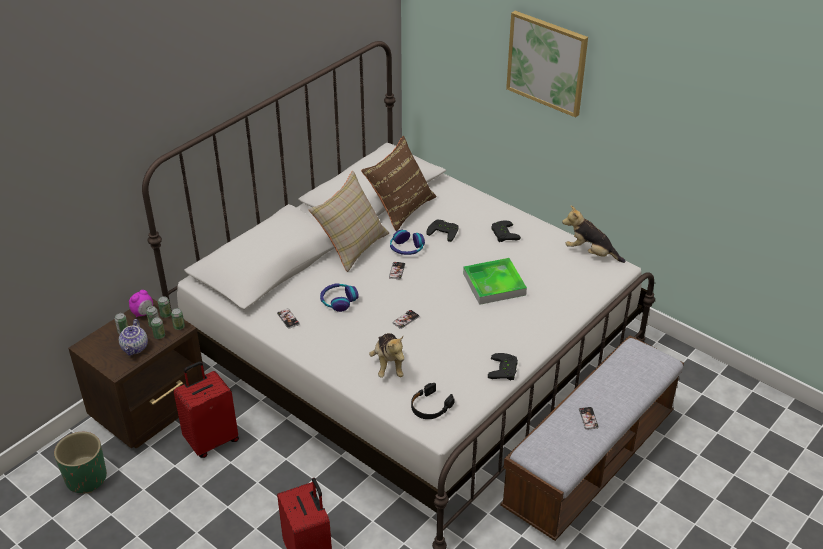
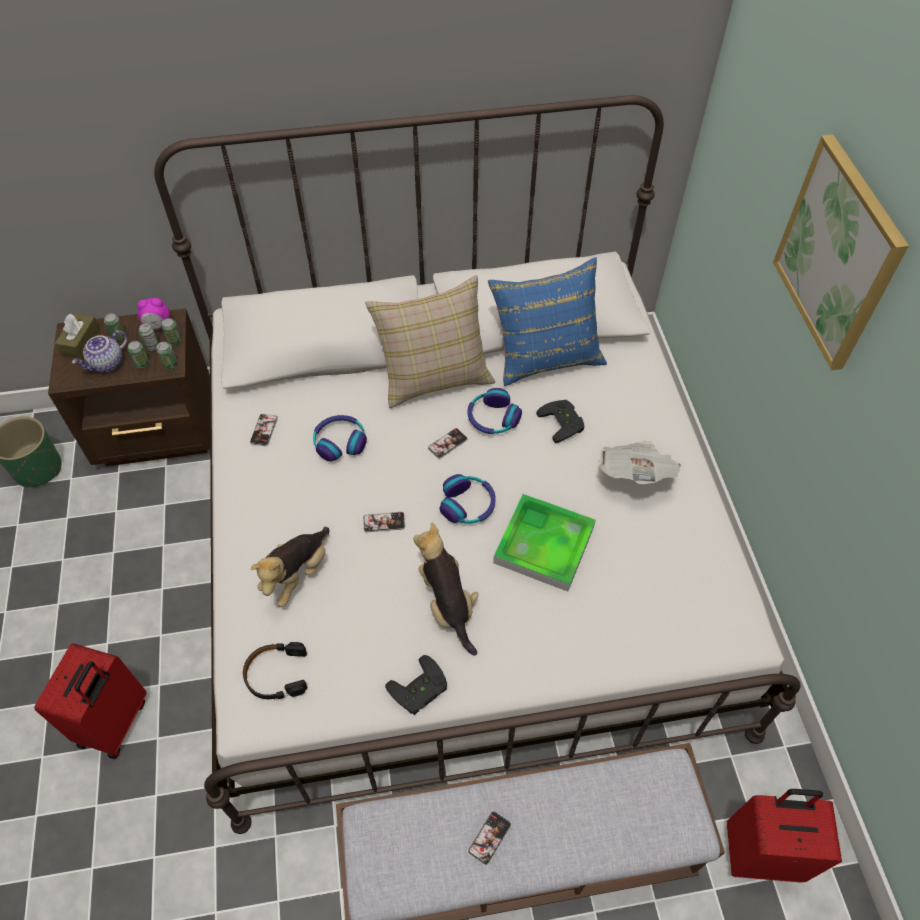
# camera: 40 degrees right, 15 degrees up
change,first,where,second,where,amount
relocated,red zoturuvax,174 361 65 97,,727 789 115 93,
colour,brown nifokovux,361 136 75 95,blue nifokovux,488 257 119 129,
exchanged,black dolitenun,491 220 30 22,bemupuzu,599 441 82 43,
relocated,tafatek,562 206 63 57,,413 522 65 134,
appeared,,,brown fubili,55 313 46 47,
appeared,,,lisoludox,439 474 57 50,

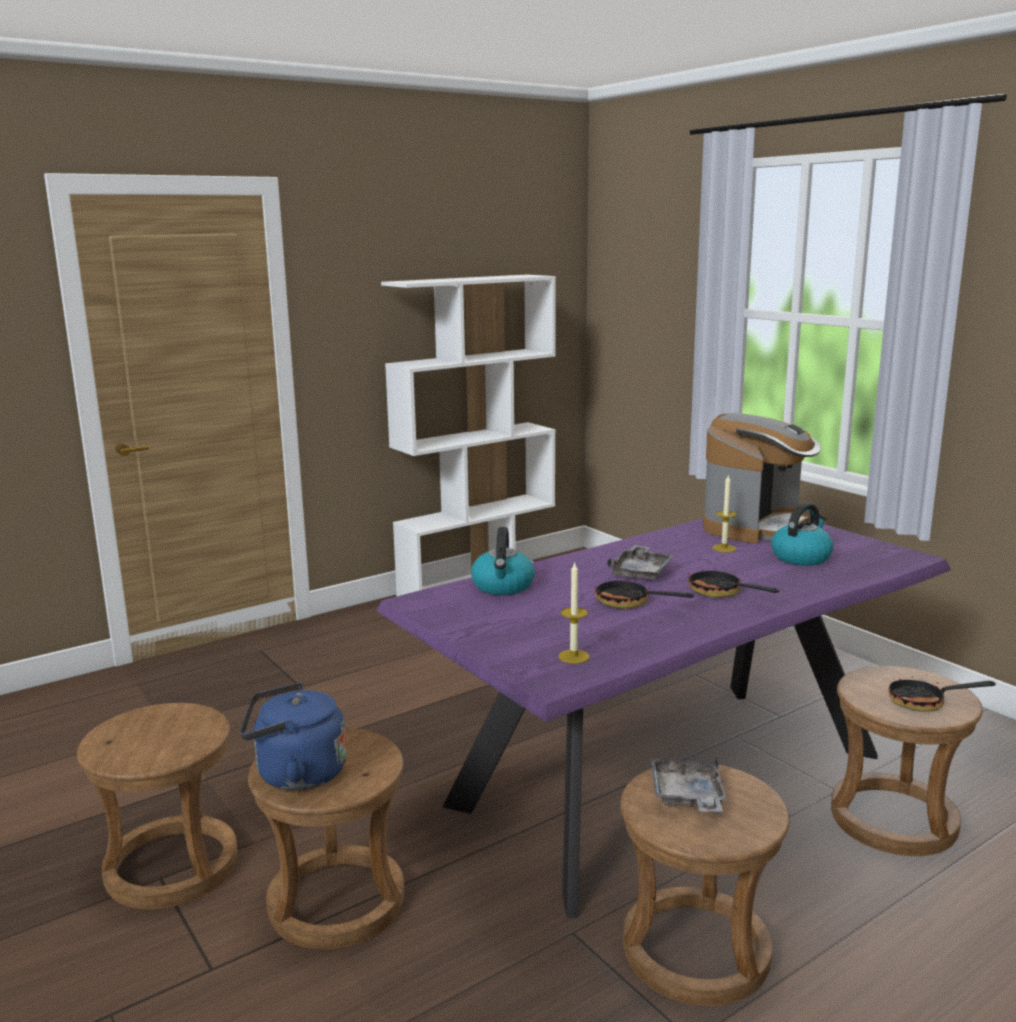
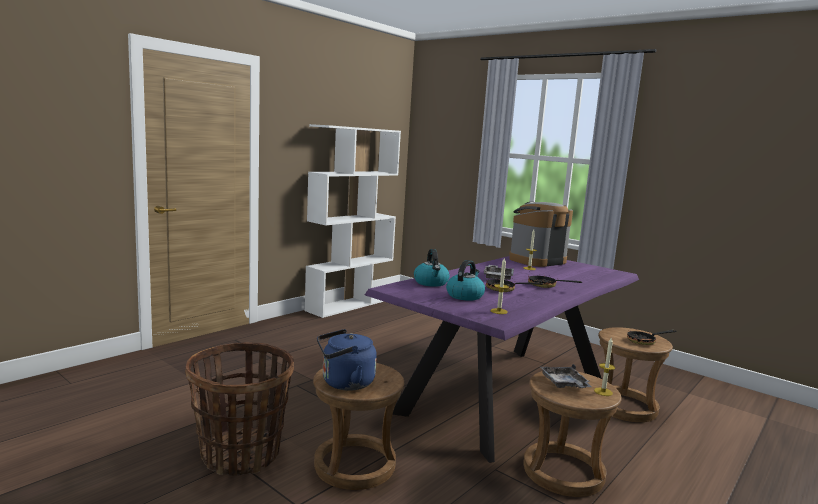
# camera: 15 degrees left, 5 degrees down
change,first,where,second,where,amount
exchanged,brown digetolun,77 703 161 206,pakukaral,185 342 109 134,
spun,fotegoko,703 413 118 131,,509 202 64 65,150 degrees counterclockwise
relocated,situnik,771 503 62 63,,446 260 39 41,
appeared,,,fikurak,594 338 21 58,

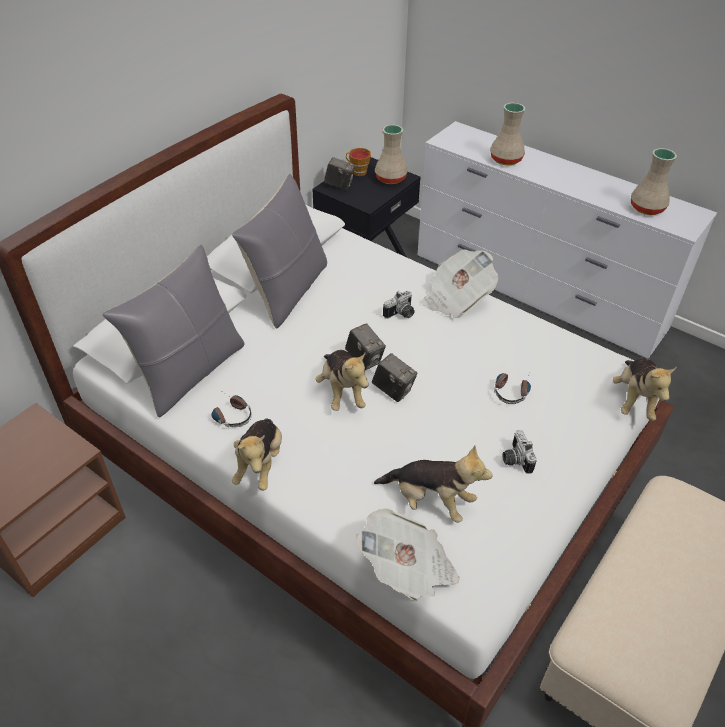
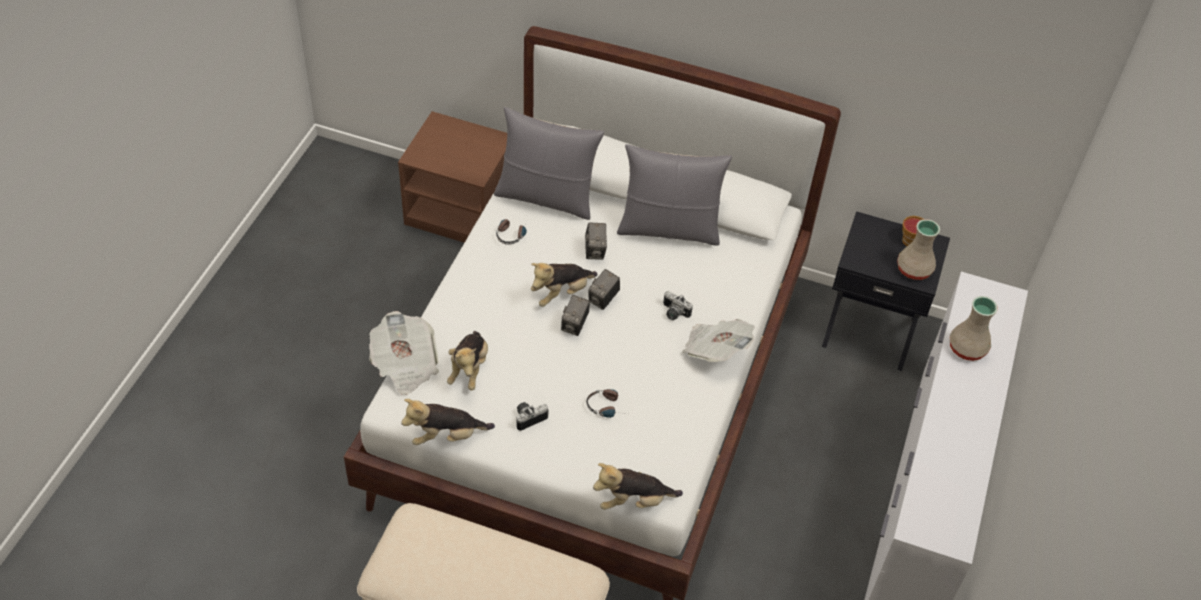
# camera: 70 degrees right, 5 degrees up
change,first,where,second,where,amount
relocated,tafatek,232 418 50 73,,401 399 94 46,
relocated,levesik,324 157 31 33,,585 223 22 37,
missing,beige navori,631 148 46 67,,,

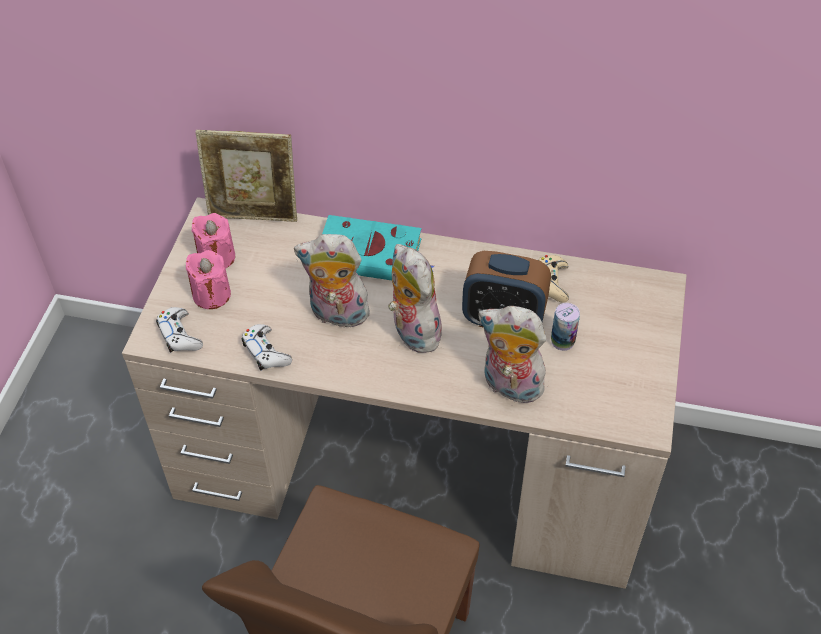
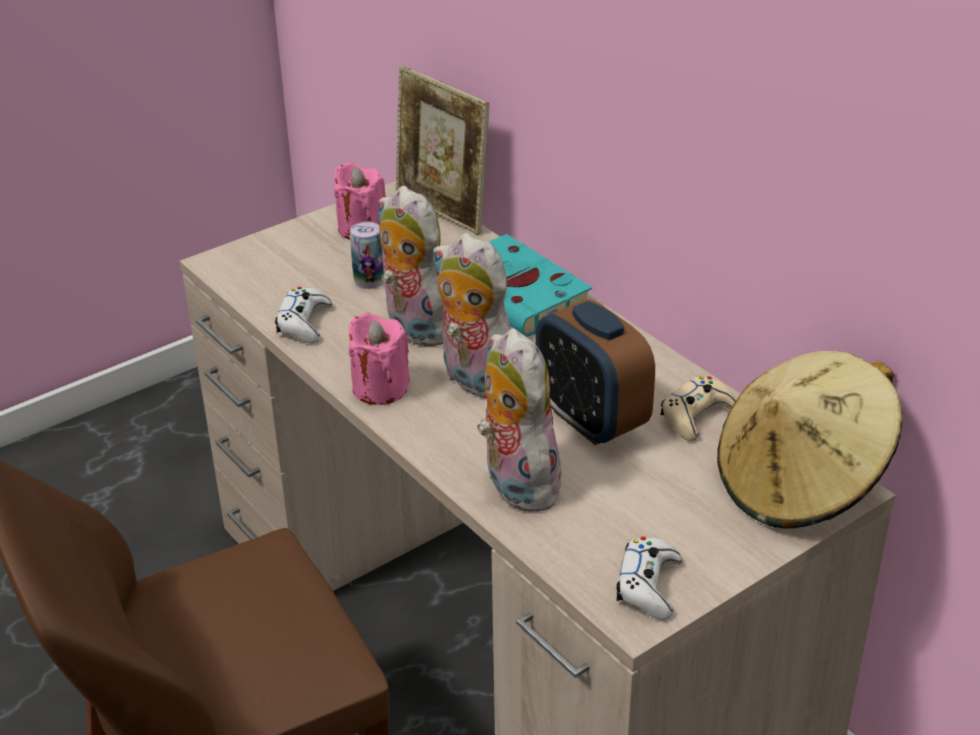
# camera: 40 degrees right, 15 degrees down
change,first,where,second,where,amount
relocated,white dolitenun,156 307 47 46,,617 536 65 84,
relocated,pink fikurak,186 250 45 59,,349 313 61 92,
spun,tafatek,388 244 54 109,,432 233 79 165,60 degrees counterclockwise
relocated,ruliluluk,551 303 29 48,,350 222 34 67,
appeared,,,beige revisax,717 351 186 177,

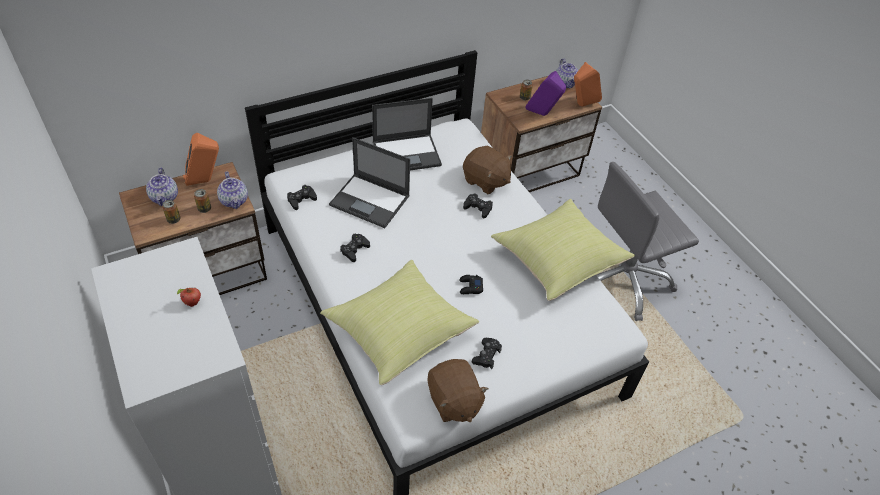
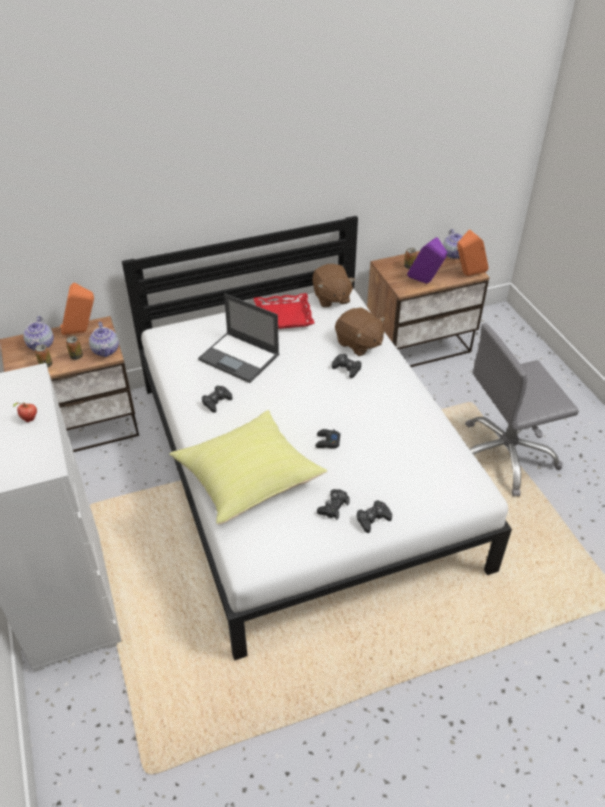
# camera: 10 degrees right, 5 degrees down
change,first,where,second,where,amount
relocated,black dolitenun,287 185 30 25,,357 500 35 33,
exchanged,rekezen,372 98 70 72,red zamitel,254 293 61 36,
relocated,brown tafatek,427 359 62 63,,312 264 43 44,
missing,yellow nifokovux,491 199 144 102,,,

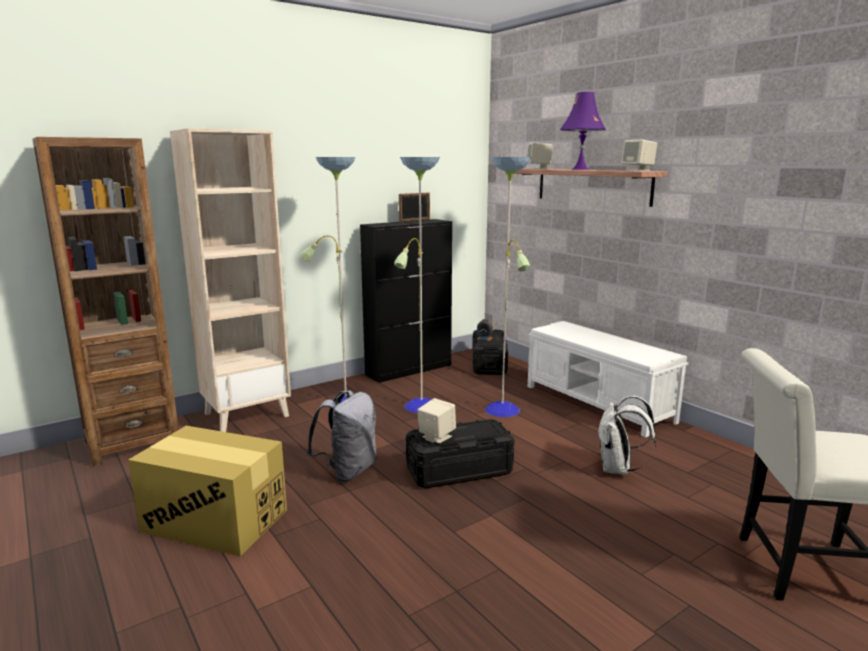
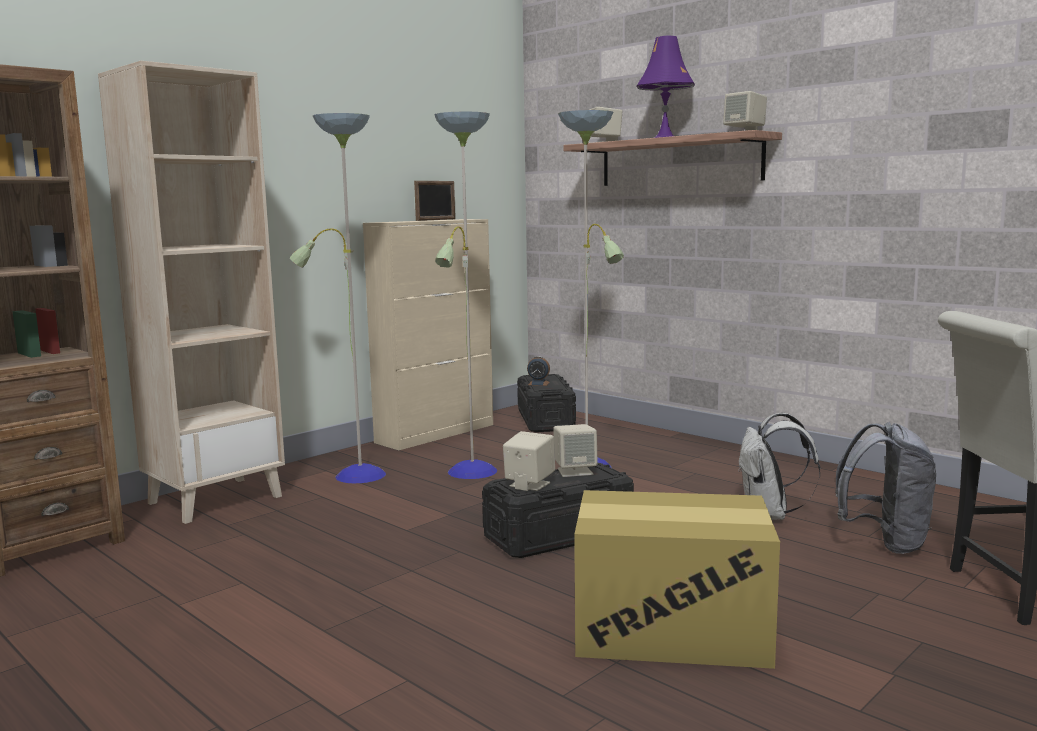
# camera: 10 degrees left, 5 degrees down
change,first,where,second,where,amount
relocated,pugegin,128 426 159 130,,574 490 206 179,
relocated,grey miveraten,306 391 71 91,,835 422 101 132,
colour,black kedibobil,360 219 92 164,beige kedibobil,363 219 130 231,
missing,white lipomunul,528 321 160 117,,,
appeared,,,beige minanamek,553 424 45 53,

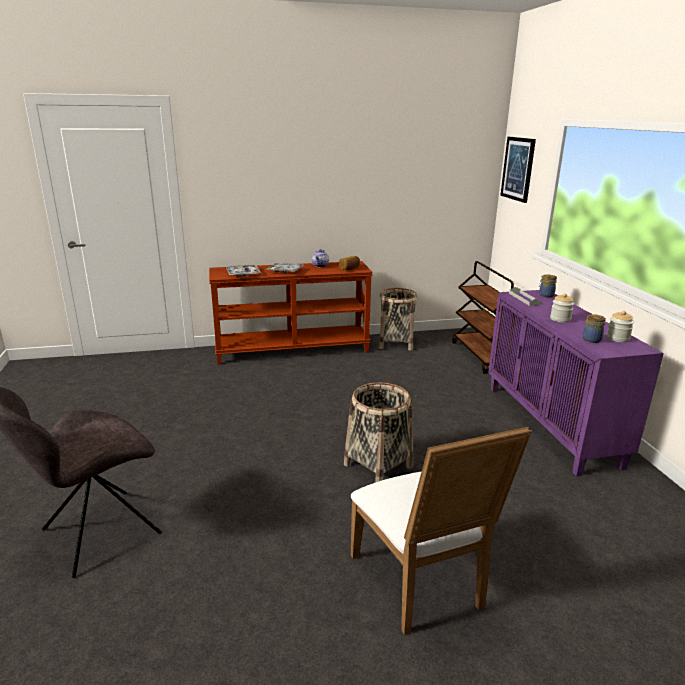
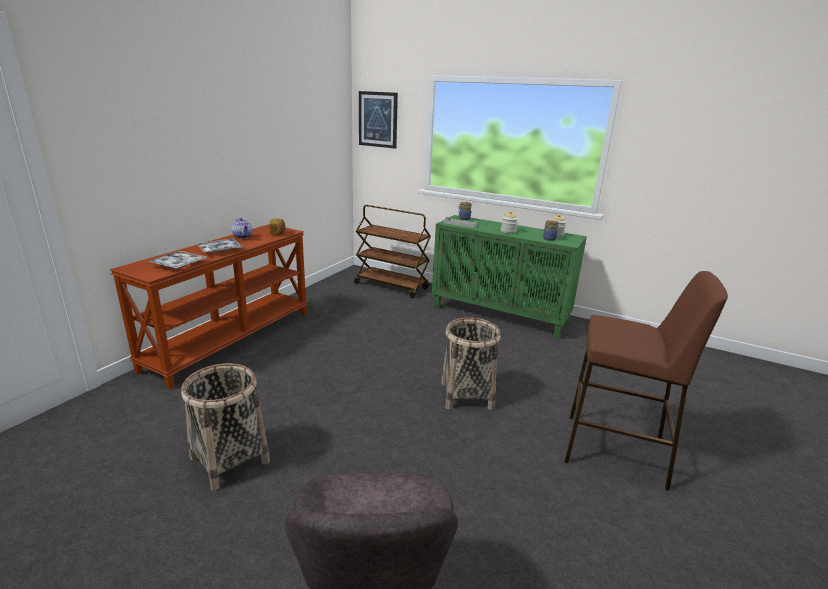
# camera: 50 degrees left, 0 degrees up
change,first,where,second,where,amount
exchanged,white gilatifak,351 427 181 209,brown digetolun,564 271 164 220,
relocated,pakukaral,379 288 39 63,,181 363 89 127,
colour,purple kedibobil,488 290 176 187,green kedibobil,432 215 155 124,

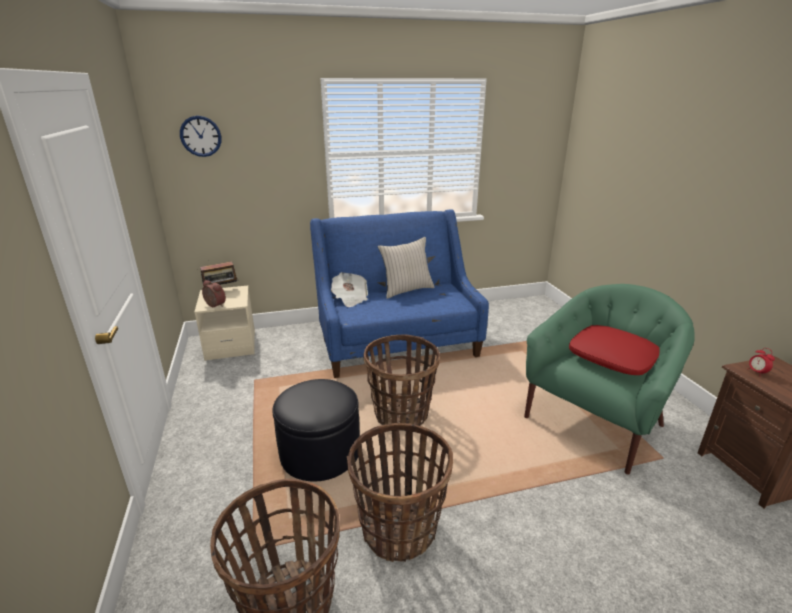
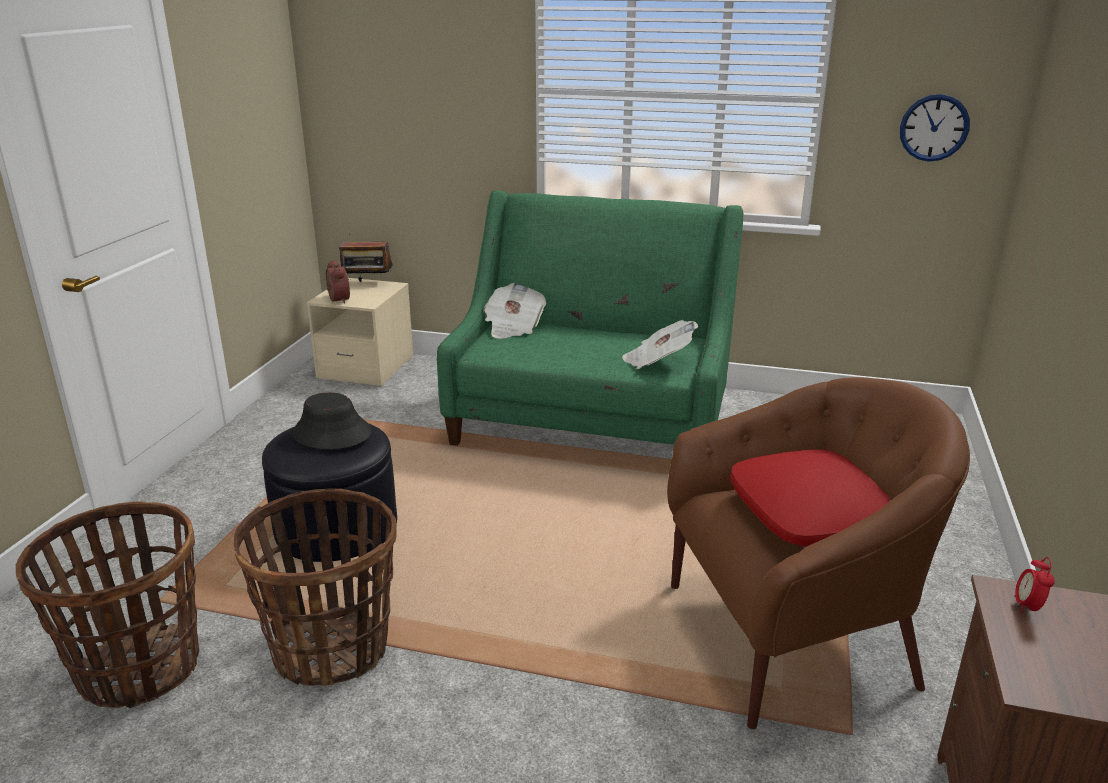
# camera: 30 degrees right, 0 degrees up
change,first,where,second,where,amount
relocated,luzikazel,180 116 41 41,,900 94 70 68,
colour,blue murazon,310 209 179 169,green murazon,437 190 306 256,
missing,pakukaral,363 335 77 91,,,
missing,beige nifokovux,378 237 57 62,,,
colour,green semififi,524 284 171 191,brown semififi,667 377 303 352,
appeared,,,black revisax,292 392 80 57,
appeared,,,bemupuzu,622 320 76 49,

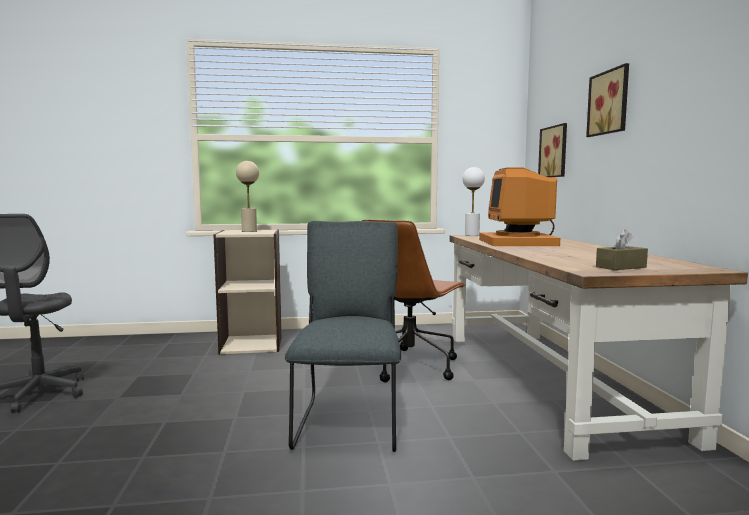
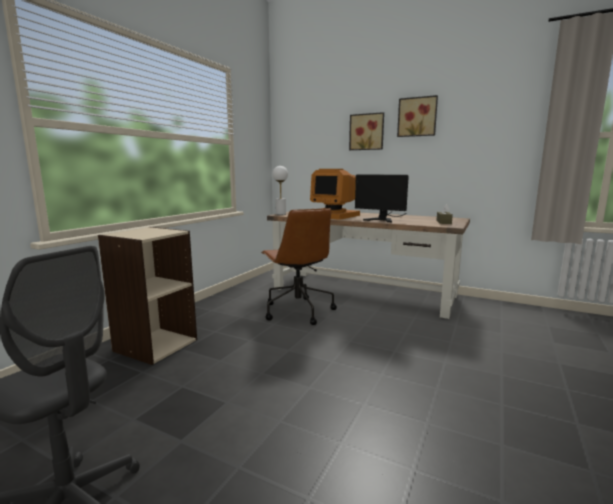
# camera: 55 degrees left, 5 degrees up
change,first,where,second,where,amount
missing,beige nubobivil,236 161 23 71,,,
missing,grey gilatifak,285 221 116 231,,,
relocated,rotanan,538 123 29 54,,397 95 41 42,
appeared,,,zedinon,355 174 54 48,

